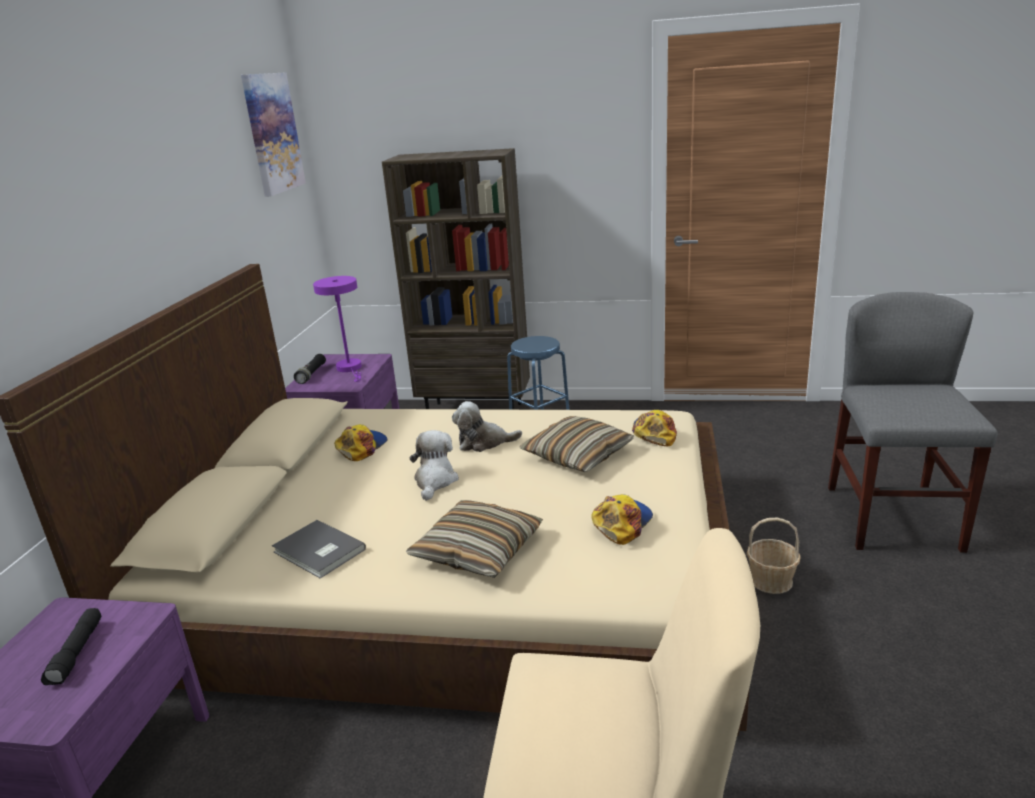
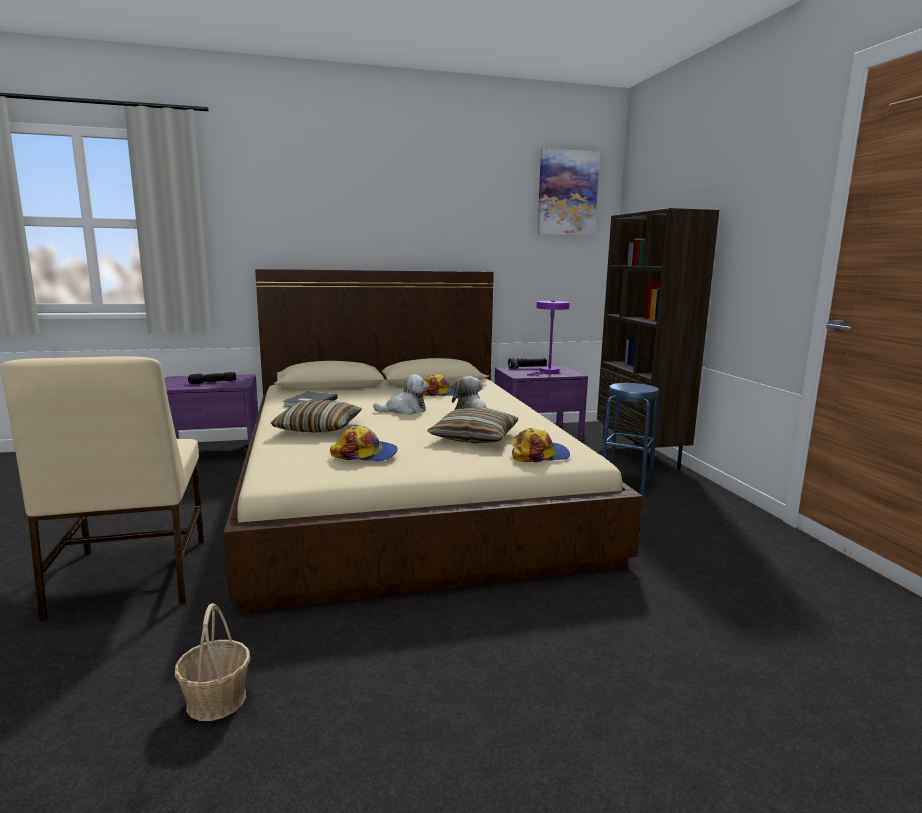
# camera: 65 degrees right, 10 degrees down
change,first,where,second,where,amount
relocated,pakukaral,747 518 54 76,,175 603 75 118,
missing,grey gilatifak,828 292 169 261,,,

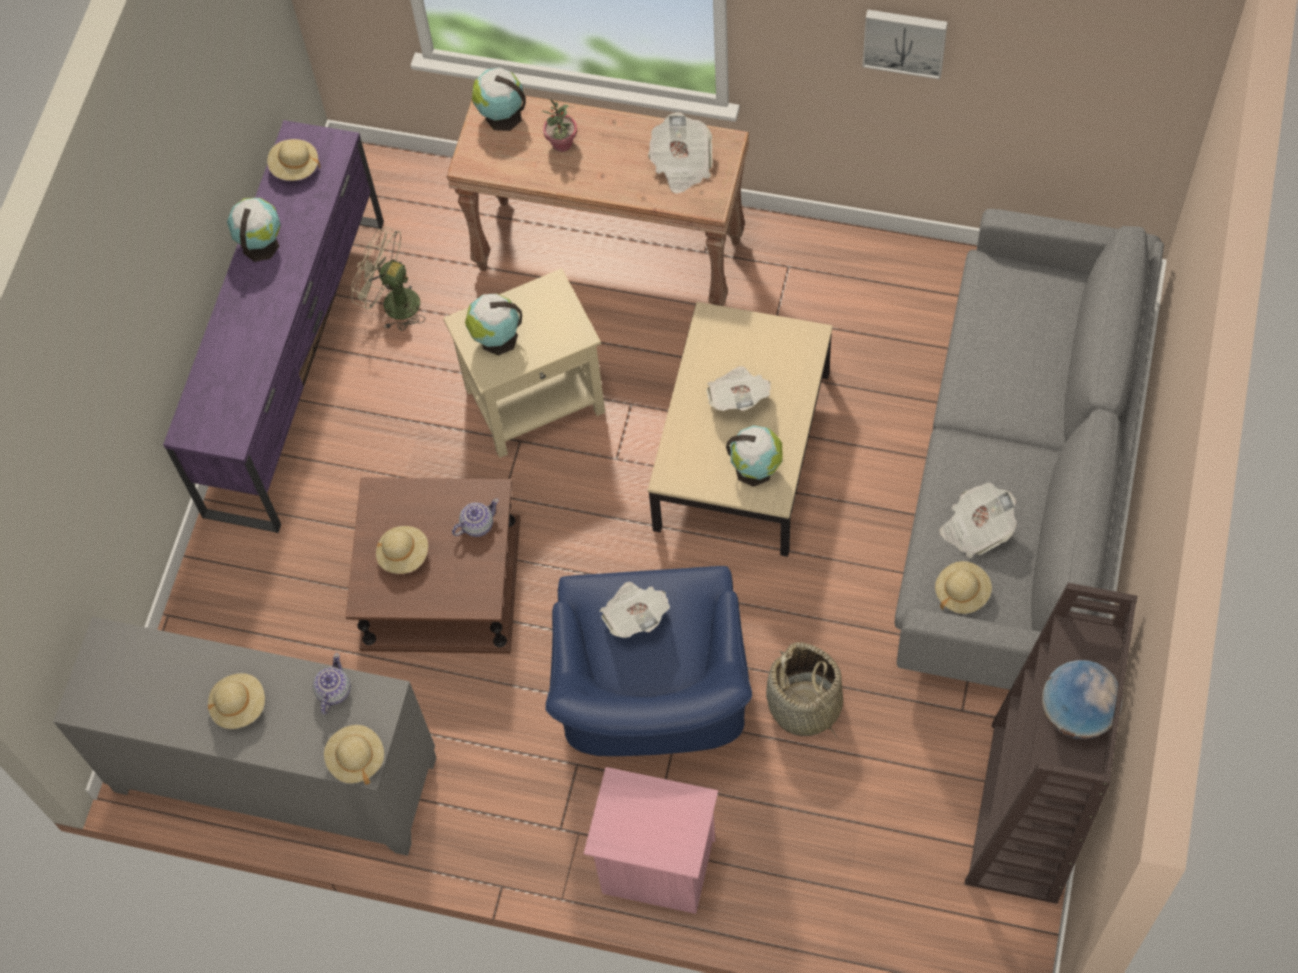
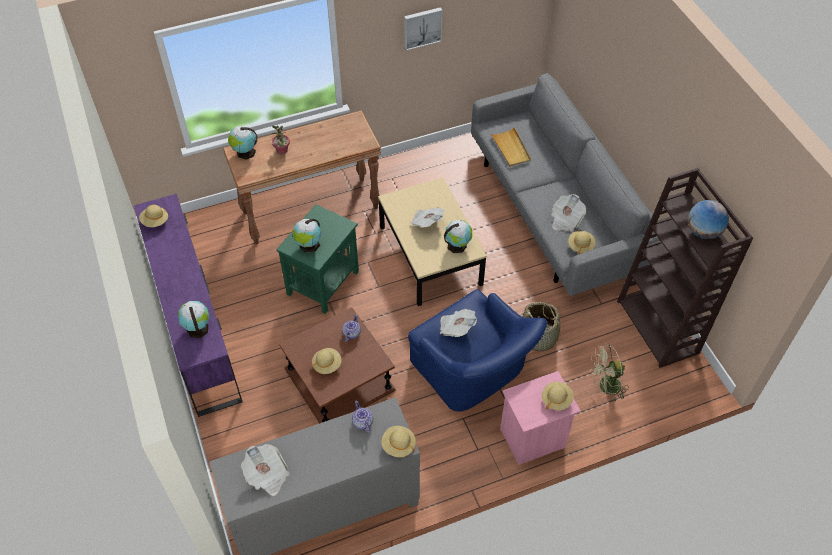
# camera: 40 degrees left, 10 degrees down
change,first,where,second,where,amount
relocated,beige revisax,208 673 57 56,,542 381 32 30,
relocated,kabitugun,227 198 54 64,,178 301 31 37,
relocated,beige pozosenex,351 227 74 104,,590 345 39 56,
colour,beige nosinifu,443 268 162 190,green nosinifu,276 204 83 110,
relocated,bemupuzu,648 112 65 82,,241 444 49 52,
appeared,,,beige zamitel,490 127 41 40,

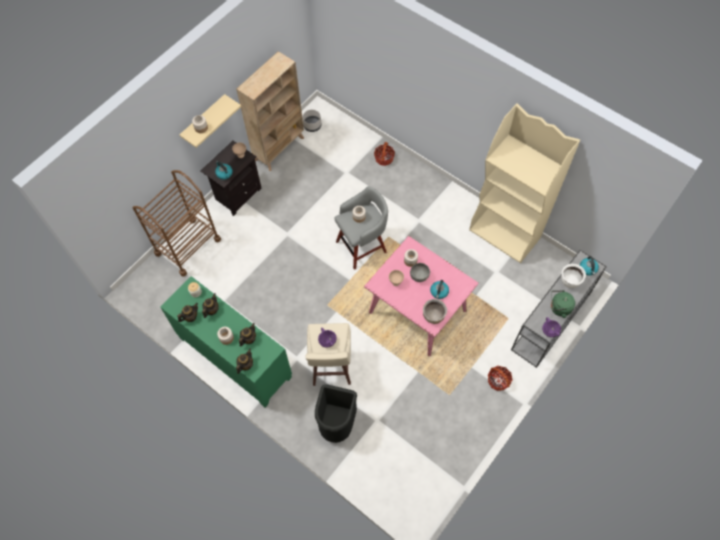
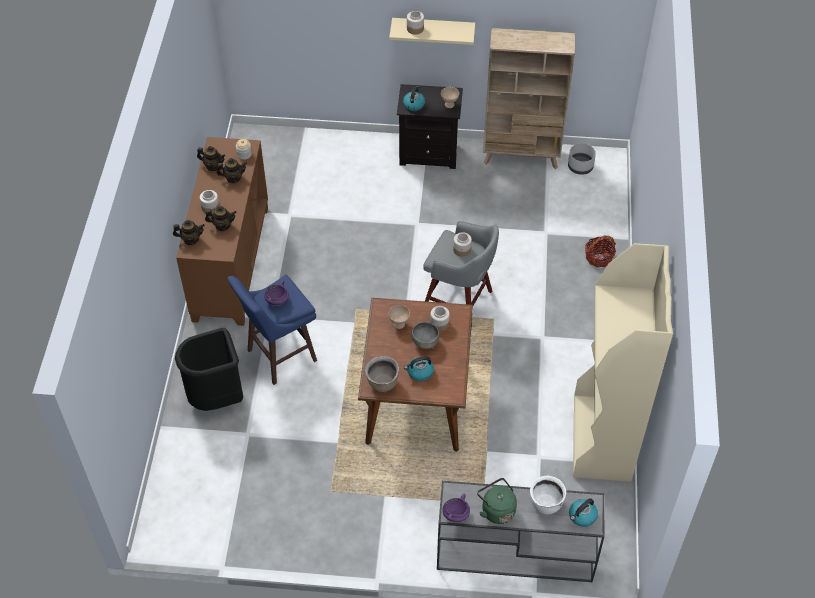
# camera: 55 degrees right, 10 degrees down
change,first,where,second,where,amount
missing,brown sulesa,132 170 89 107,,,
colour,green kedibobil,160 276 132 131,brown kedibobil,176 137 92 189,
colour,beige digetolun,306 323 45 63,blue digetolun,227 275 90 110,
colour,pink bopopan,364 236 115 120,brown bopopan,358 298 115 154,
missing,pakukaral,488 366 25 25,,,

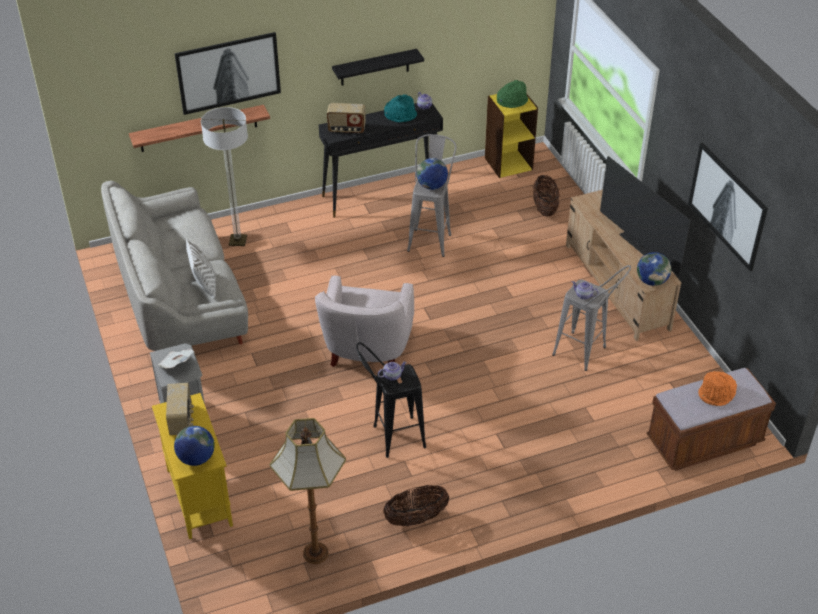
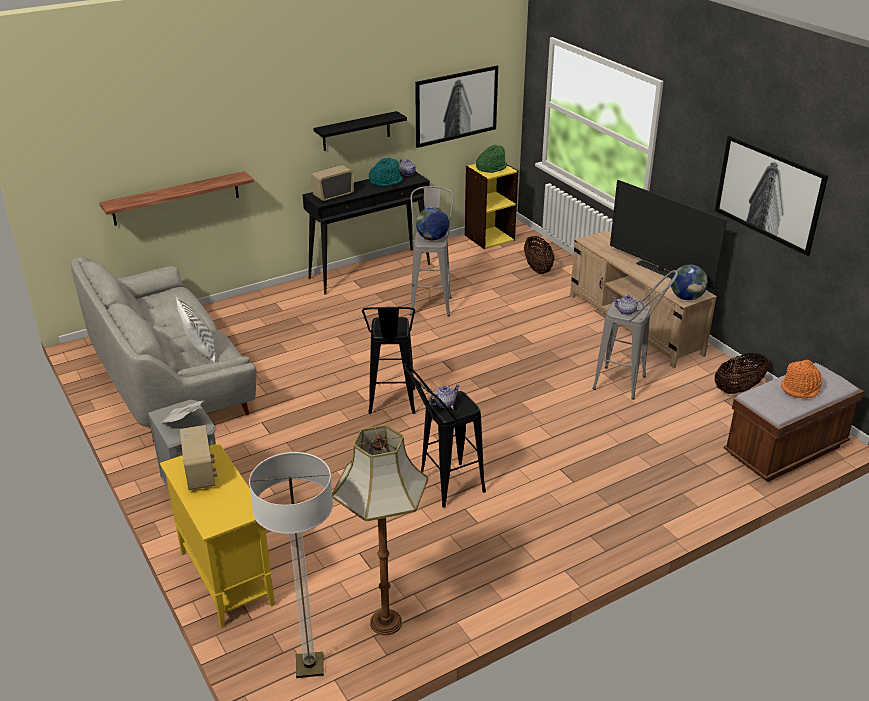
# camera: 10 degrees left, 10 degrees down
change,first,where,second,where,amount
relocated,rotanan,174 32 107 83,,415 66 83 82,
missing,kabitugun,174 426 41 40,,,
relocated,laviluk,201 107 47 139,,249 452 84 226,
exchanged,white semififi,315 275 99 92,black digetolun,362 307 53 107,
spun,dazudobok,327 103 39 31,,311 165 43 36,150 degrees clockwise
relocated,pakukaral,383 485 66 41,,714 353 55 41,

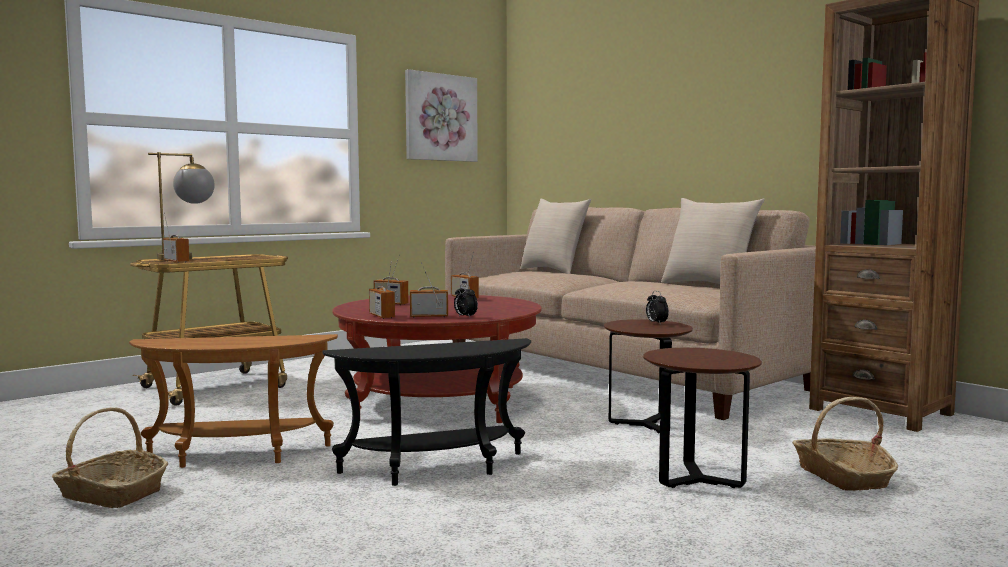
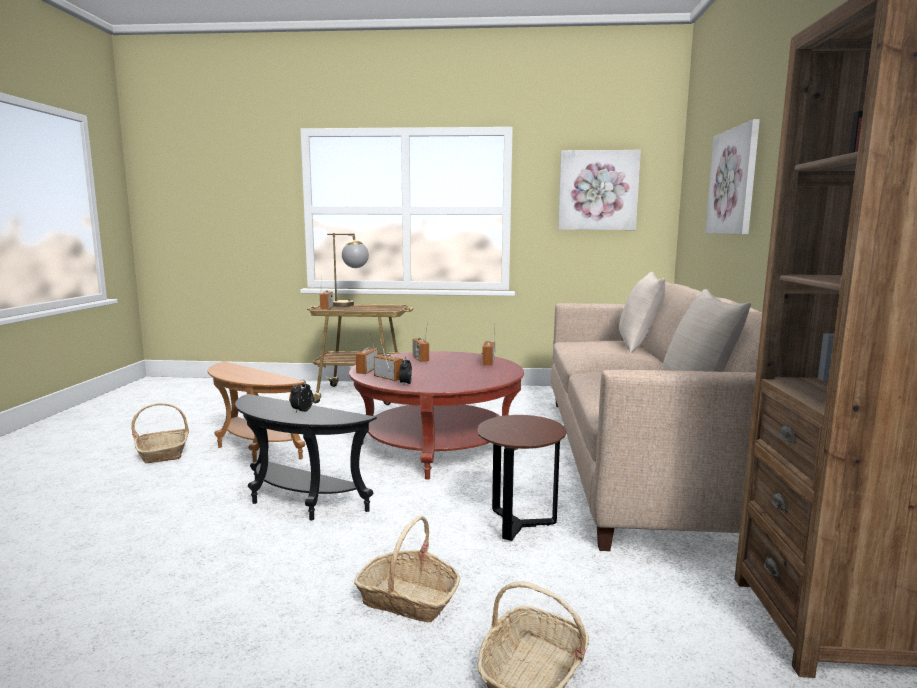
# camera: 45 degrees right, 5 degrees up
change,first,where,second,where,amount
exchanged,brown nosinifu,643 348 119 140,pakukaral,354 516 106 107,
relocated,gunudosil,646 291 23 34,,290 380 23 33,
appeared,,,rotanan,705 119 55 115,

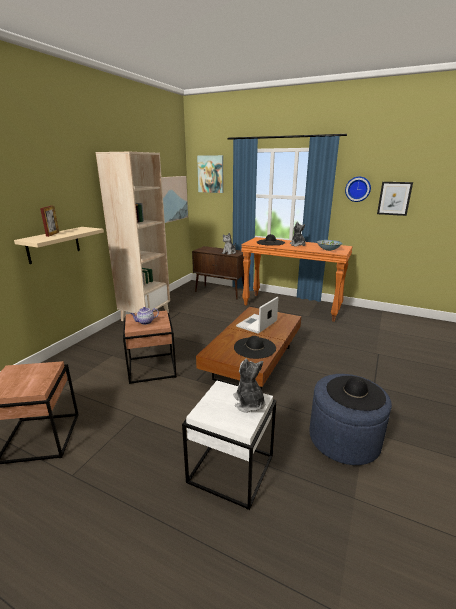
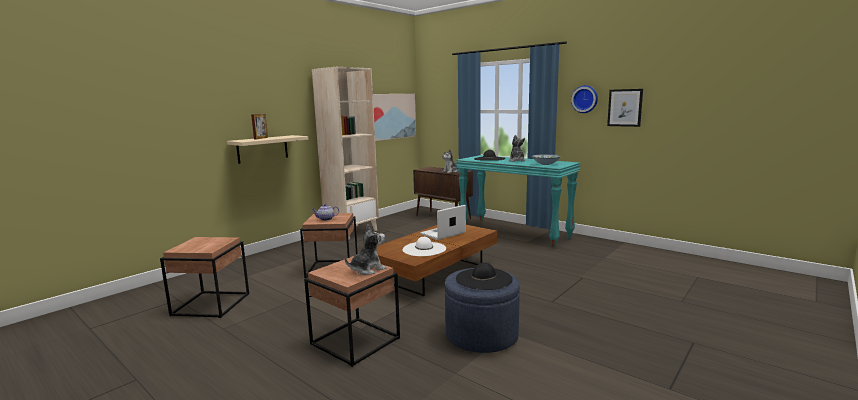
# camera: 15 degrees right, 10 degrees down
change,first,where,second,where,amount
colour,white nosinifu,182 381 95 129,brown nosinifu,304 256 96 111,
missing,rotanan,197 155 26 38,,,
spun,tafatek,233 359 32 54,,345 225 41 50,60 degrees clockwise
colour,black revisax,234 336 42 23,white revisax,403 237 43 19,
colour,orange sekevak,241 237 112 84,turquoise sekevak,456 155 125 93,

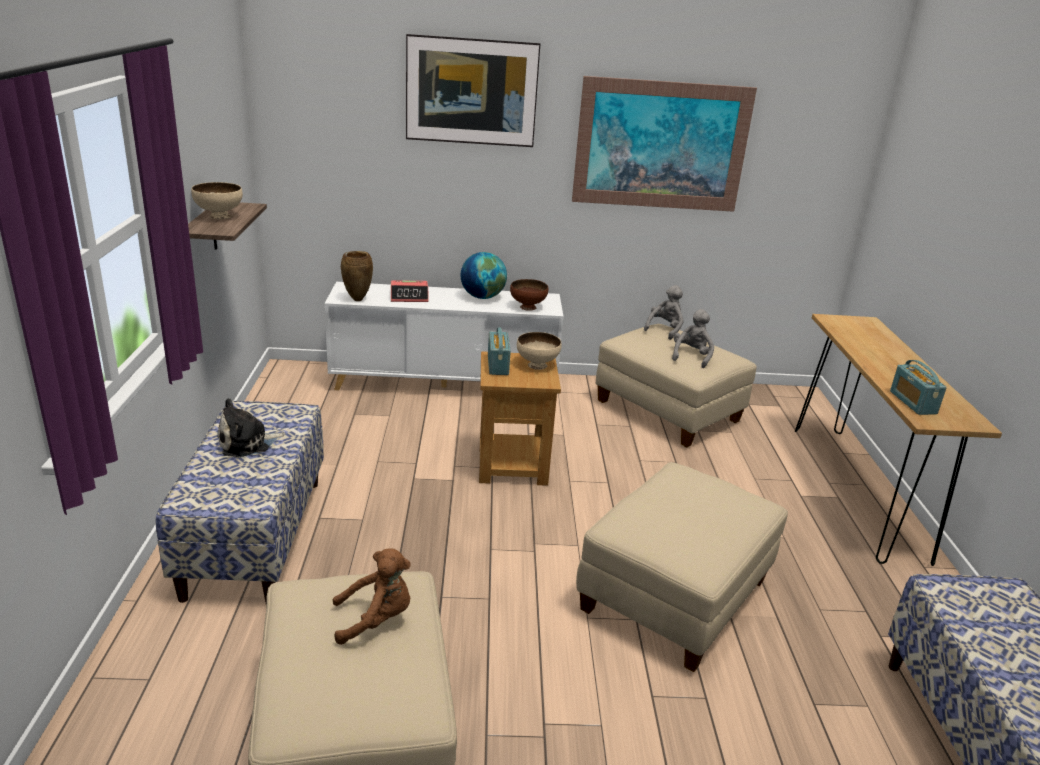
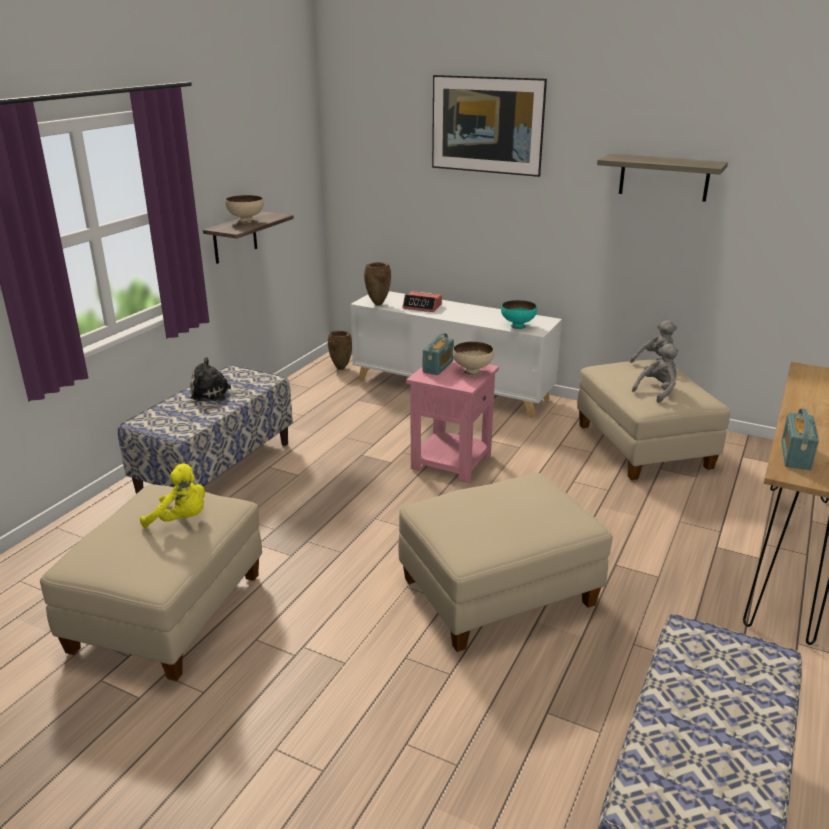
# camera: 30 degrees right, 0 degrees up
change,first,where,second,where,amount
colour,brown tafatek,333 549 77 96,yellow tafatek,140 464 65 64,
missing,kabitugun,461 252 46 47,,,
colour,brown nosinifu,479 351 82 135,pink nosinifu,406 358 93 125,
colour,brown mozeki,510 279 38 32,turquoise mozeki,501 300 36 29,
exchanged,rotanan,572 76 185 136,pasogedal,597 154 131 48,
appeared,,,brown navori,328 330 24 40,

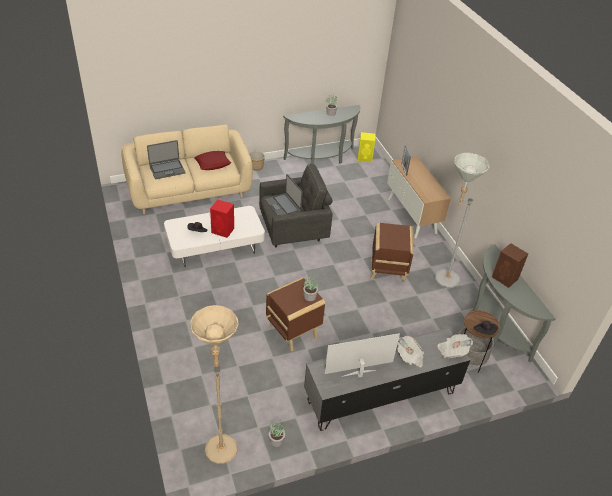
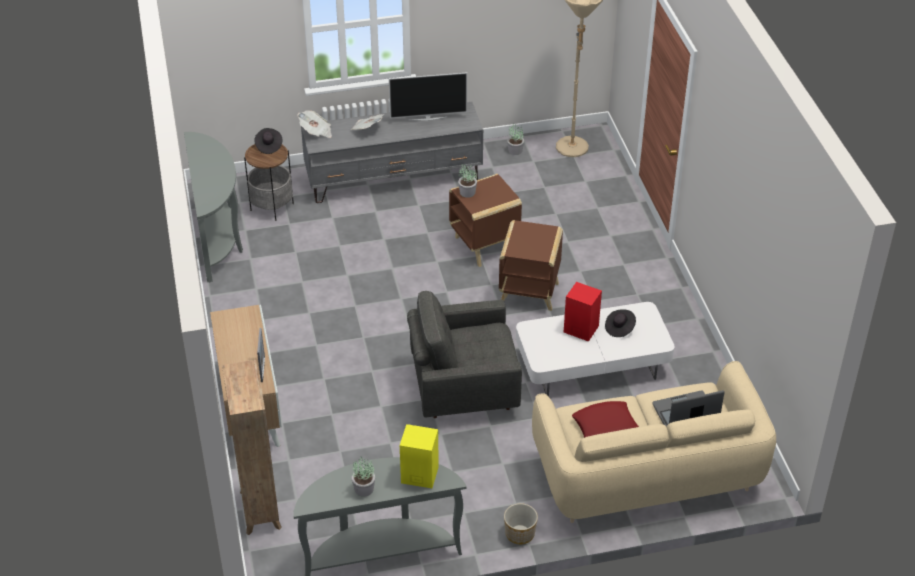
# camera: 170 degrees left, 0 degrees up
change,first,where,second,where,amount
missing,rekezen,265 174 38 41,,,
relocated,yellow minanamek,358 132 17 30,,400 424 39 64,
relocated,brown nosinifu,370 223 44 60,,499 220 64 91,
missing,grey laviluk,435 153 55 135,,,
missing,brown minanamek,492 243 36 45,,,
appeared,,,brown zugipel,222 360 60 175,

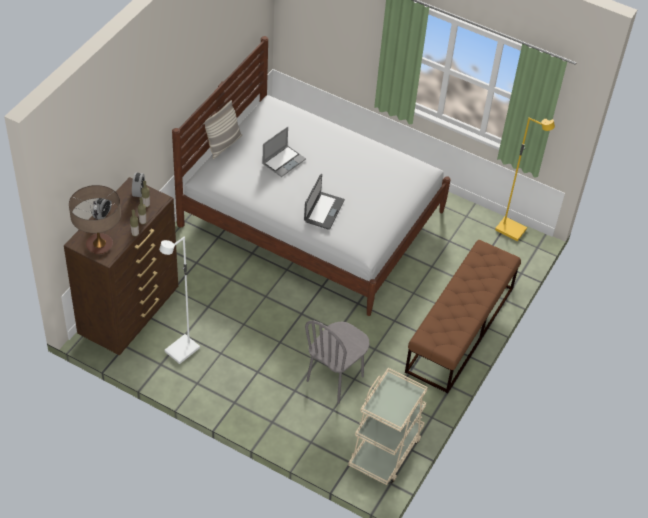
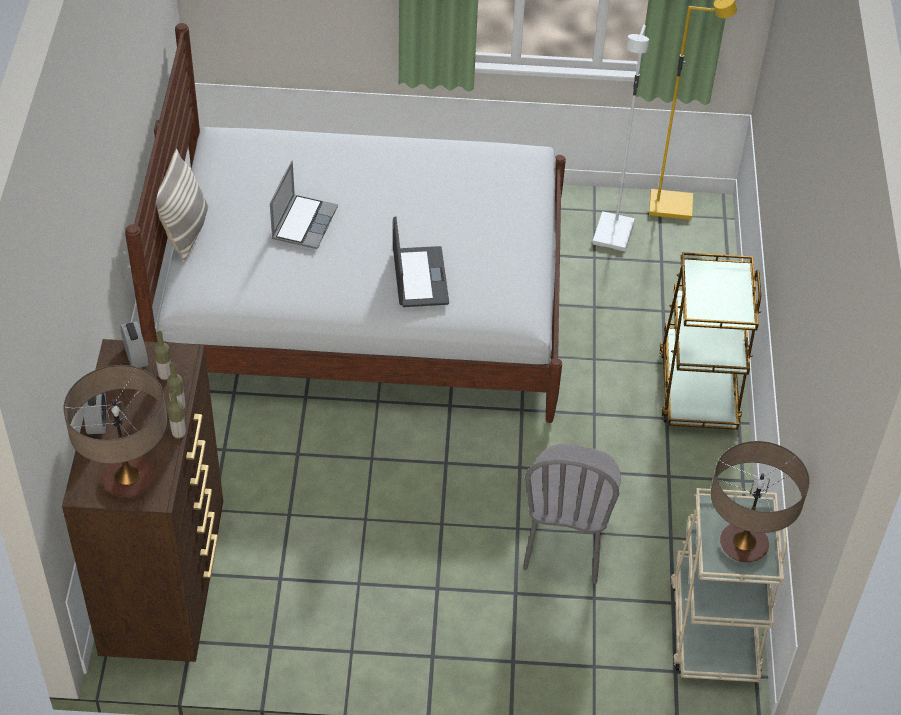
# camera: 25 degrees left, 0 degrees up
change,first,where,second,where,amount
relocated,white laviluk,159 237 41 127,,592 25 57 226,
exchanged,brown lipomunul,405 240 116 153,brown sulesa,660 252 101 178,
appeared,,,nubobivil,711 441 98 121,

